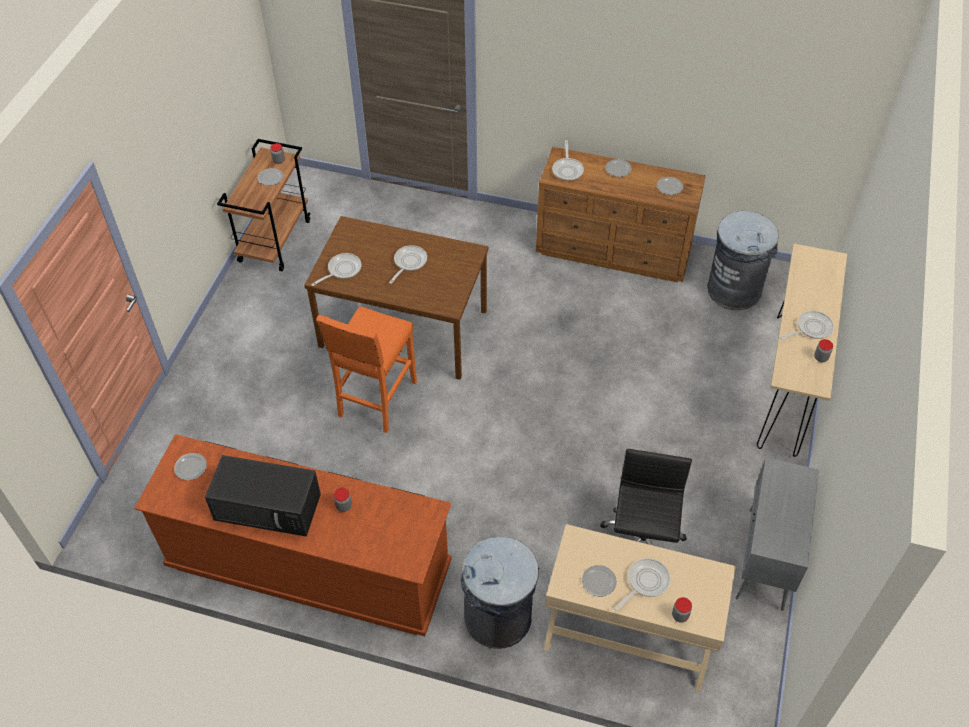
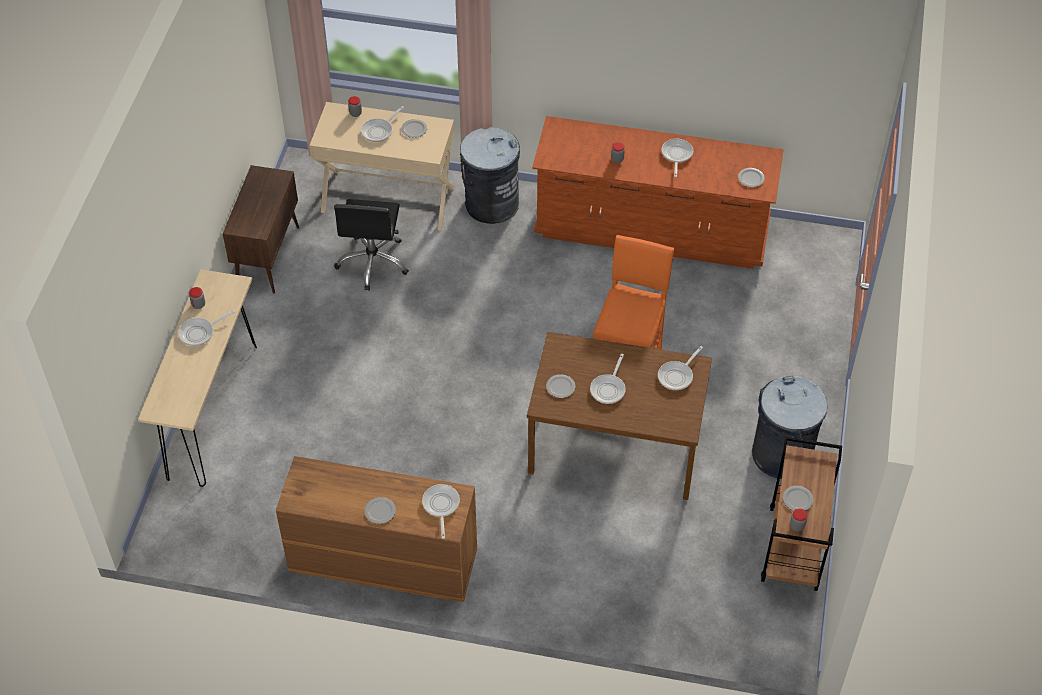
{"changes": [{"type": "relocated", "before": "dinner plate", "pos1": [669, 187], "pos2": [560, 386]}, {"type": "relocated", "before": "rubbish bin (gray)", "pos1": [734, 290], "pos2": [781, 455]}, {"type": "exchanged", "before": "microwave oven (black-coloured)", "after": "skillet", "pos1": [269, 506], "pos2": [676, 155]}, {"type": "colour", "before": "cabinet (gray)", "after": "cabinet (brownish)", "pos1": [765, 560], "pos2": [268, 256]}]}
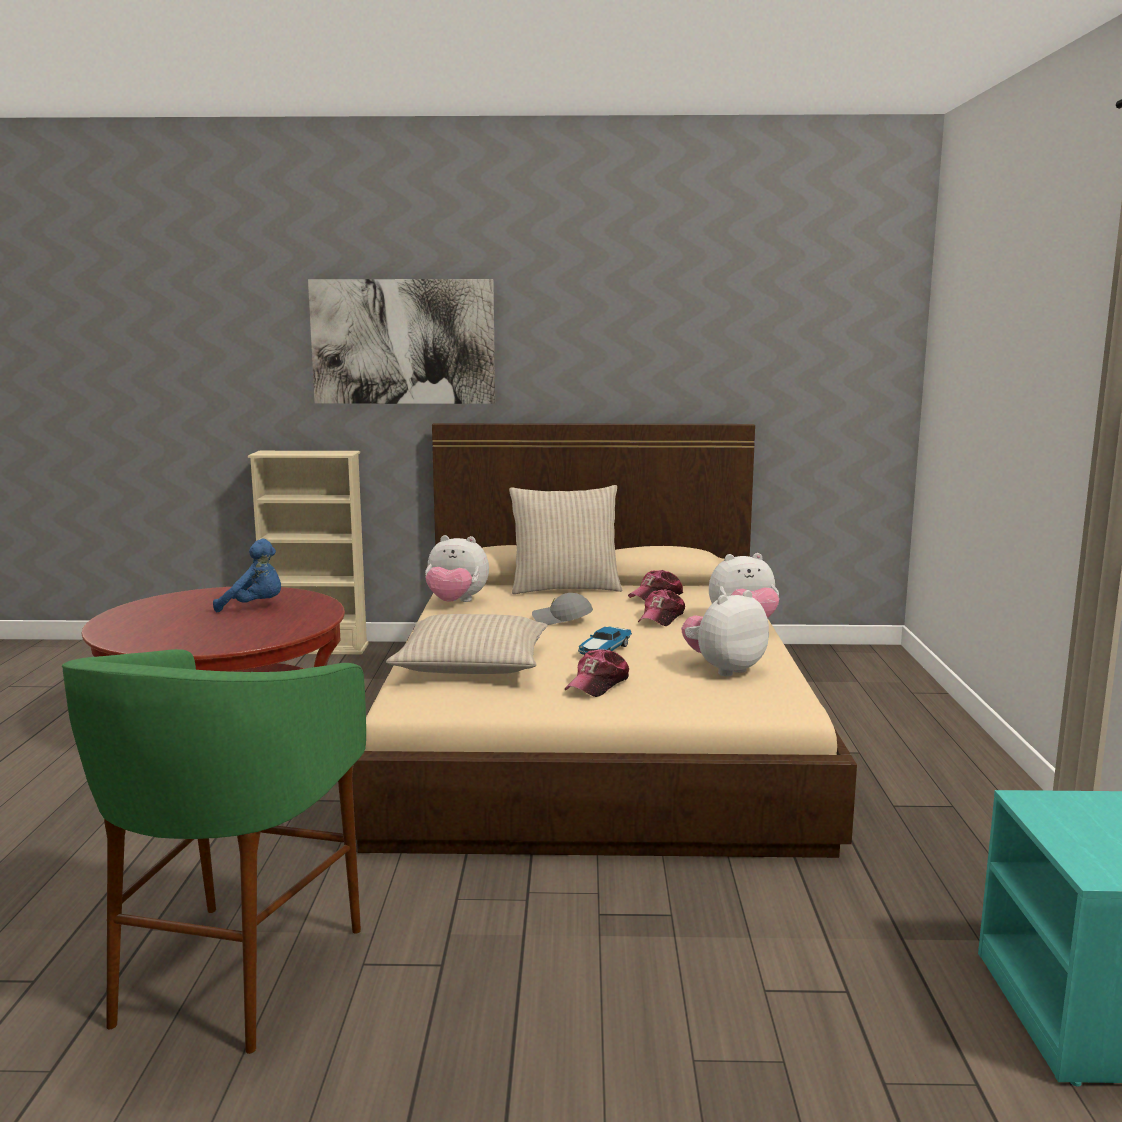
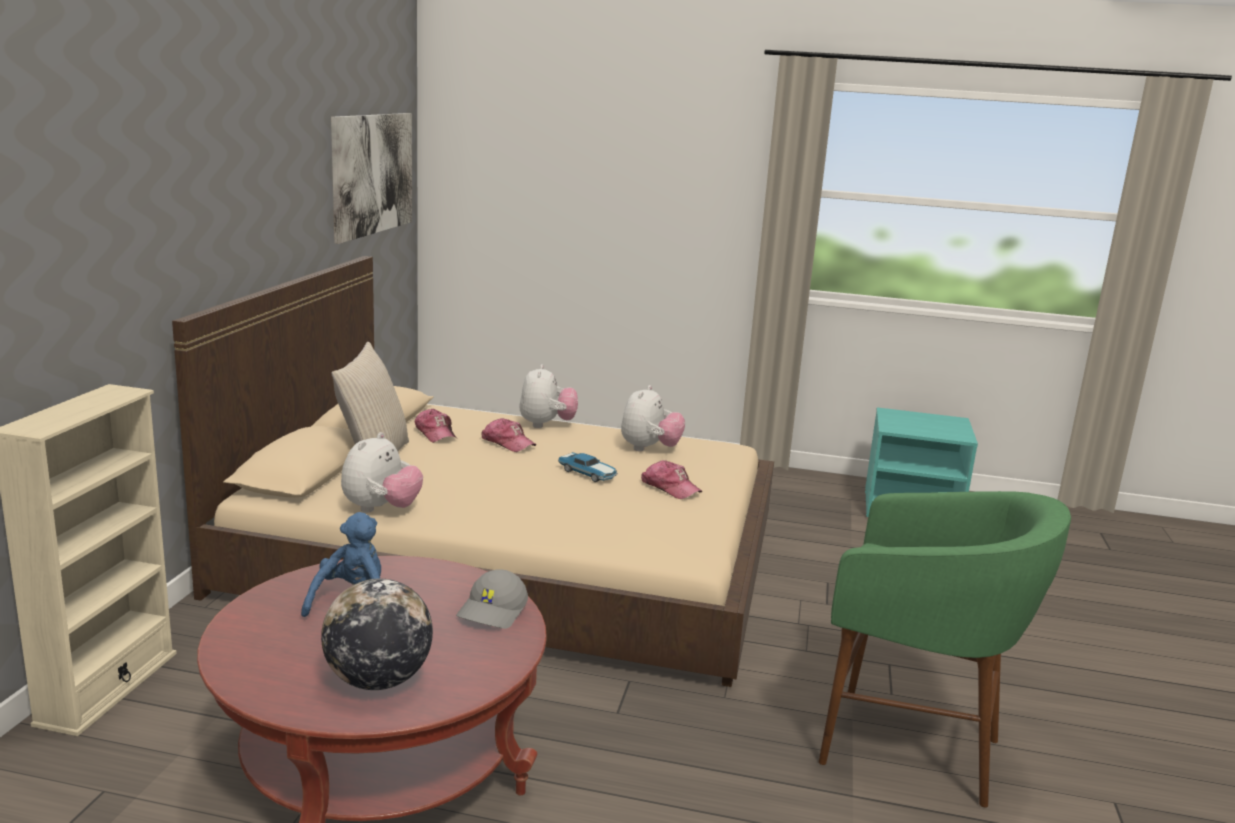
{"changes": [{"type": "missing", "before": "cushion (sand-coloured)", "pos1": [471, 664]}, {"type": "appeared", "after": "desk globe", "pos2": [378, 681]}, {"type": "relocated", "before": "wall art", "pos1": [403, 342], "pos2": [373, 174]}, {"type": "relocated", "before": "cap (gray)", "pos1": [561, 620], "pos2": [493, 611]}, {"type": "spun", "before": "cuddly toy", "pos1": [724, 669], "pos2": [649, 449], "turn": -135}]}
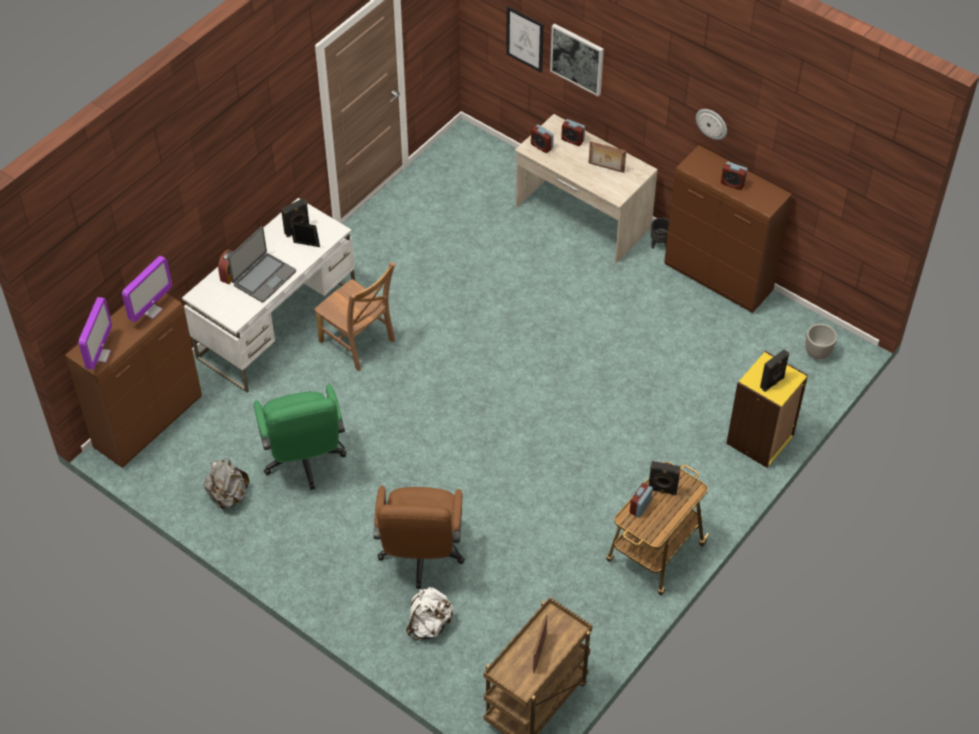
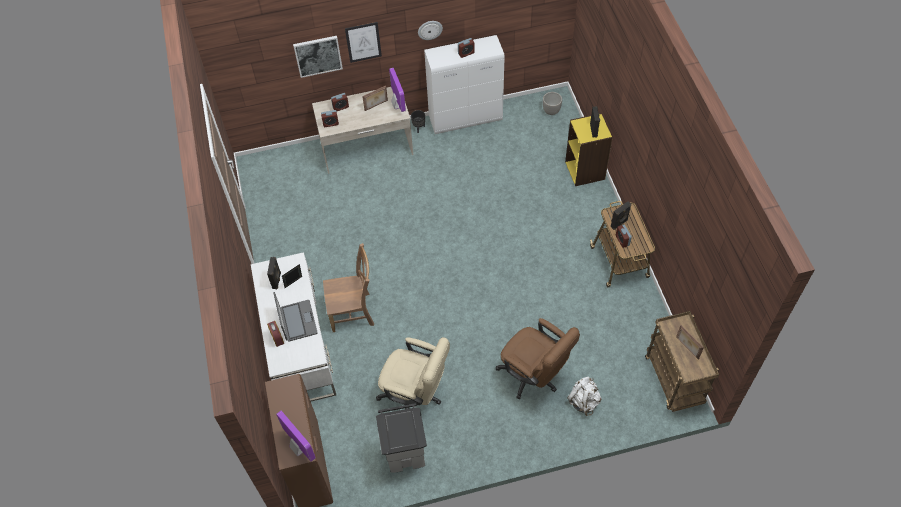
{"changes": [{"type": "relocated", "before": "computer display", "pos1": [151, 310], "pos2": [398, 105]}, {"type": "relocated", "before": "wall art", "pos1": [525, 39], "pos2": [363, 42]}, {"type": "exchanged", "before": "backpack (gray)", "after": "rubbish bin (gray)", "pos1": [228, 496], "pos2": [406, 453]}, {"type": "colour", "before": "computer chair (greenish)", "after": "computer chair (sand-coloured)", "pos1": [304, 461], "pos2": [415, 395]}, {"type": "colour", "before": "cabinet (brownish)", "after": "cabinet (white-coloured)", "pos1": [719, 279], "pos2": [466, 118]}]}
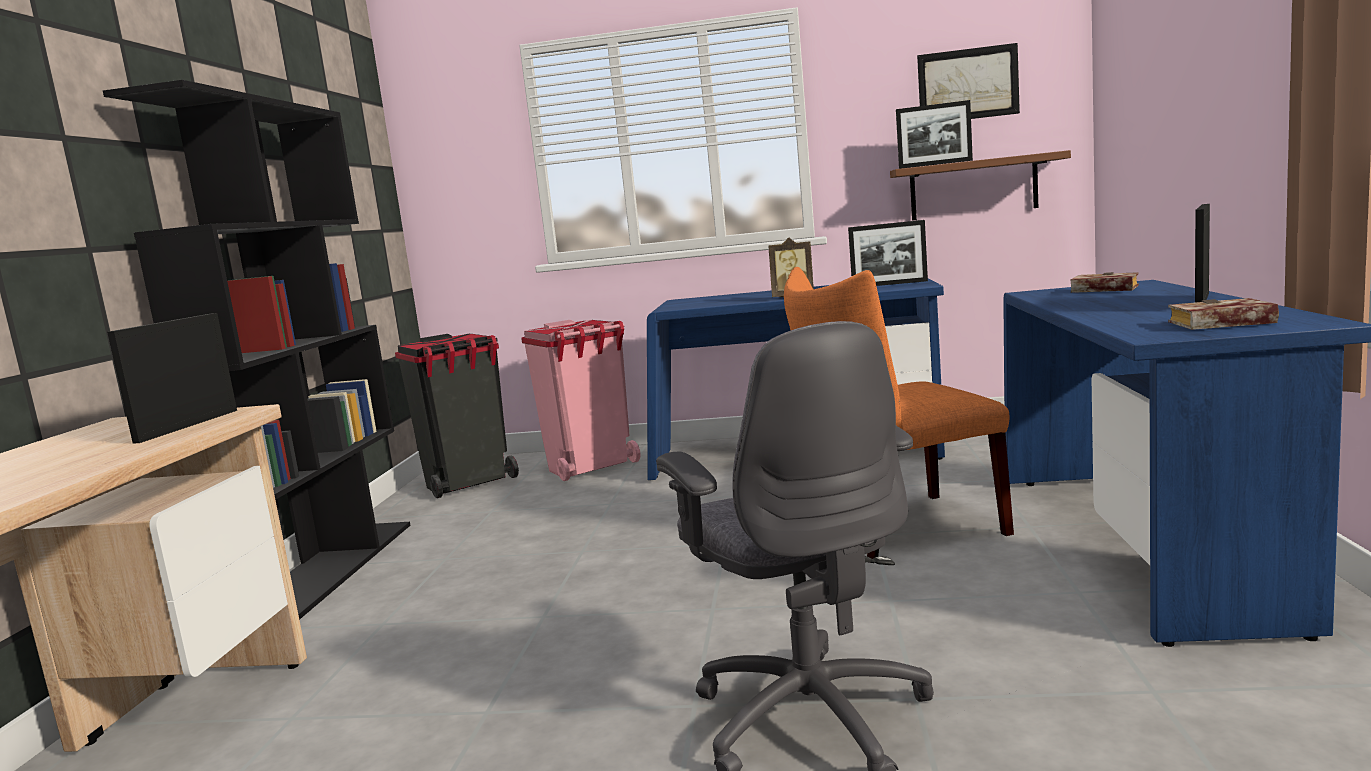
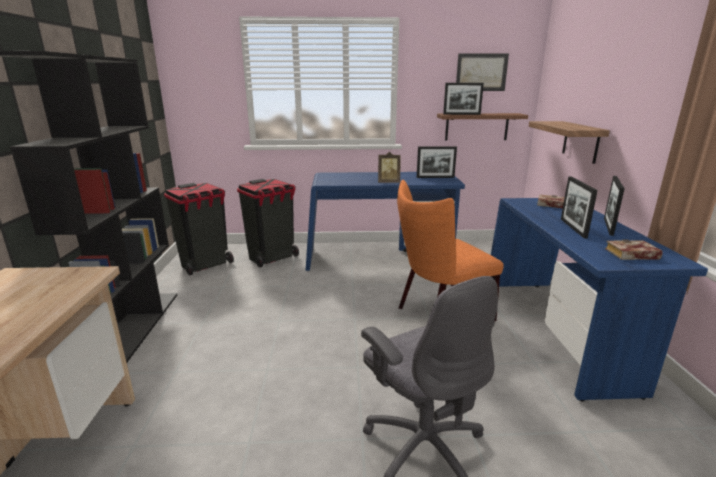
{"changes": [{"type": "appeared", "after": "bracket shelf", "pos2": [581, 141]}, {"type": "relocated", "before": "standing frame", "pos1": [188, 426], "pos2": [573, 228]}, {"type": "colour", "before": "rubbish bin (pink-coloured)", "after": "rubbish bin (black-coloured)", "pos1": [591, 467], "pos2": [272, 258]}]}
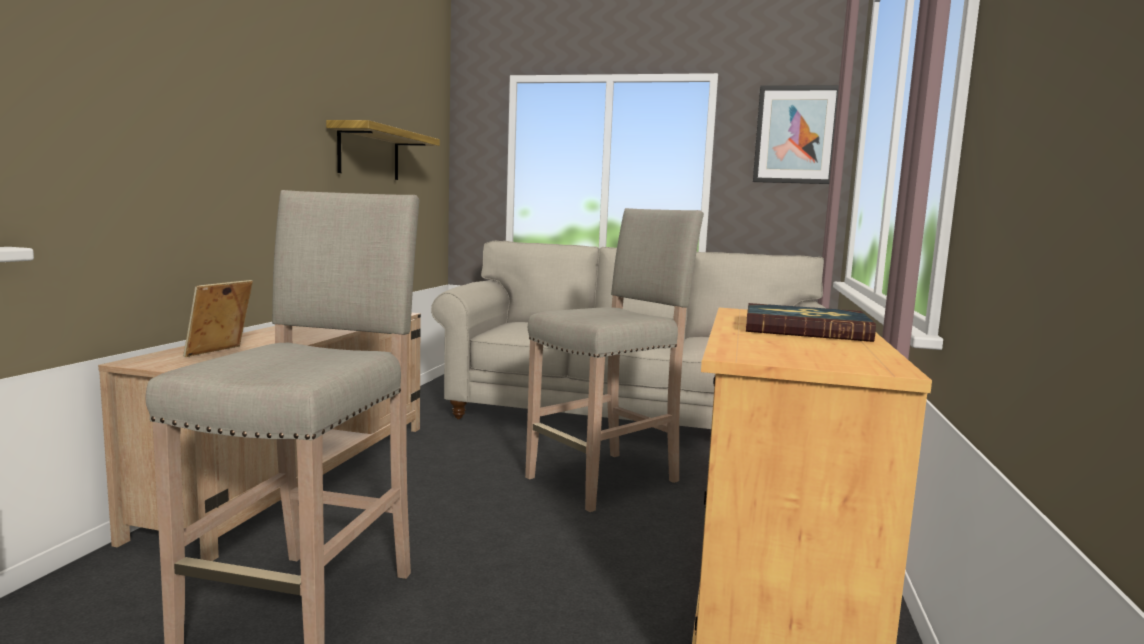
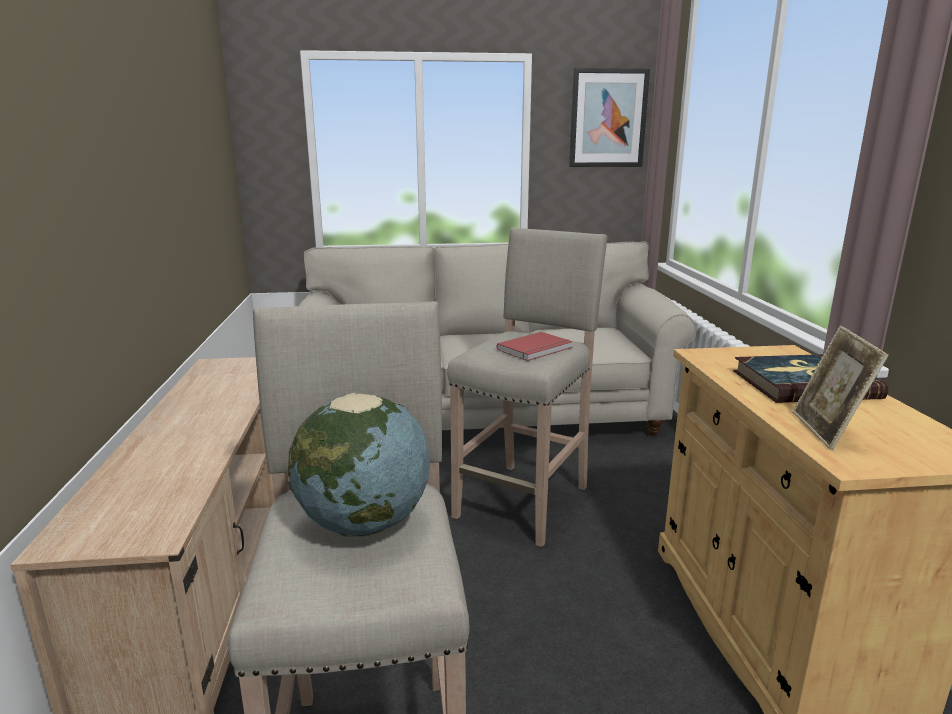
{"changes": [{"type": "missing", "before": "bracket shelf", "pos1": [369, 153]}, {"type": "appeared", "after": "desk globe", "pos2": [364, 524]}, {"type": "appeared", "after": "volume (red-coloured)", "pos2": [536, 349]}, {"type": "relocated", "before": "standing frame", "pos1": [220, 353], "pos2": [827, 431]}]}
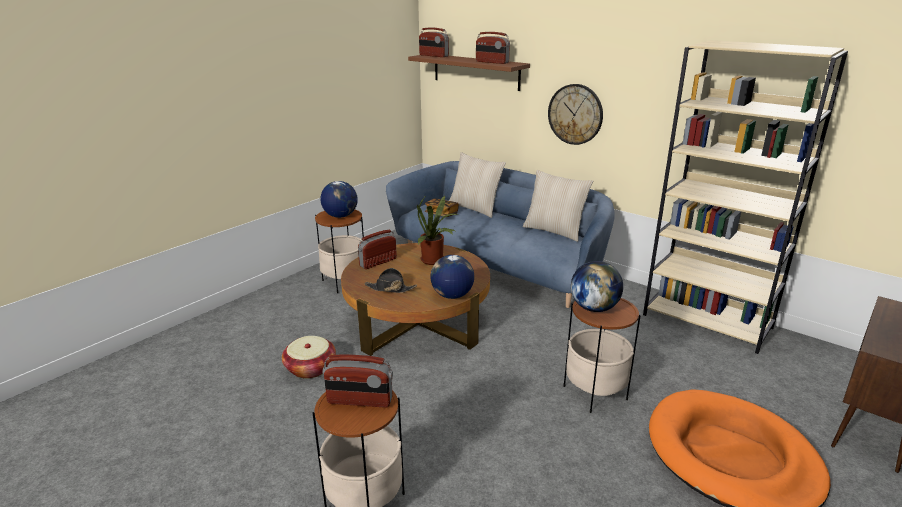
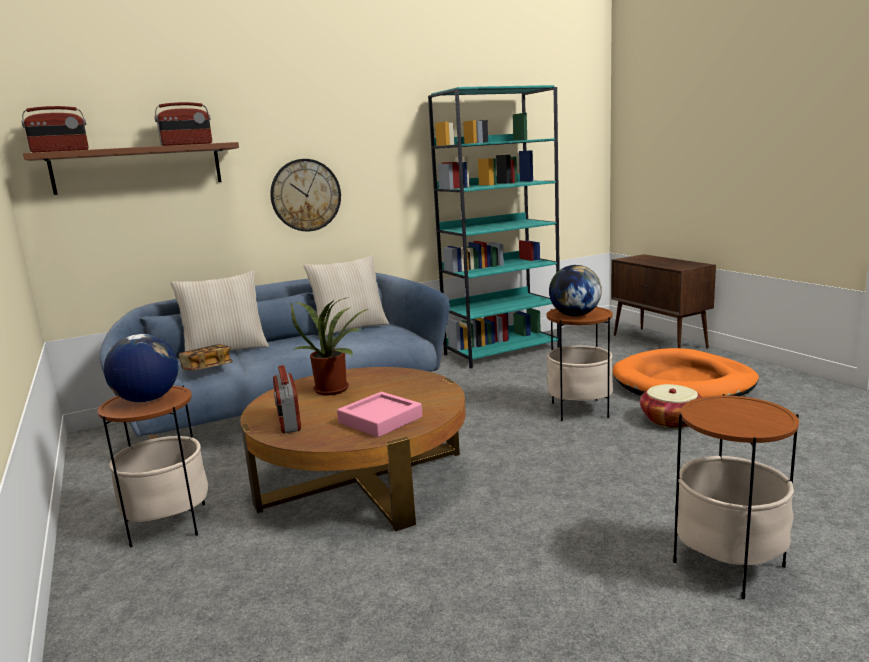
{"changes": [{"type": "missing", "before": "radio receiver", "pos1": [360, 401]}, {"type": "missing", "before": "desk globe", "pos1": [452, 295]}, {"type": "relocated", "before": "basket", "pos1": [310, 368], "pos2": [671, 420]}, {"type": "exchanged", "before": "clothing hat (black-coloured)", "after": "tray (pink-coloured)", "pos1": [390, 288], "pos2": [380, 420]}, {"type": "colour", "before": "shelving unit (sand-coloured)", "after": "shelving unit (turquoise)", "pos1": [707, 321], "pos2": [502, 351]}]}
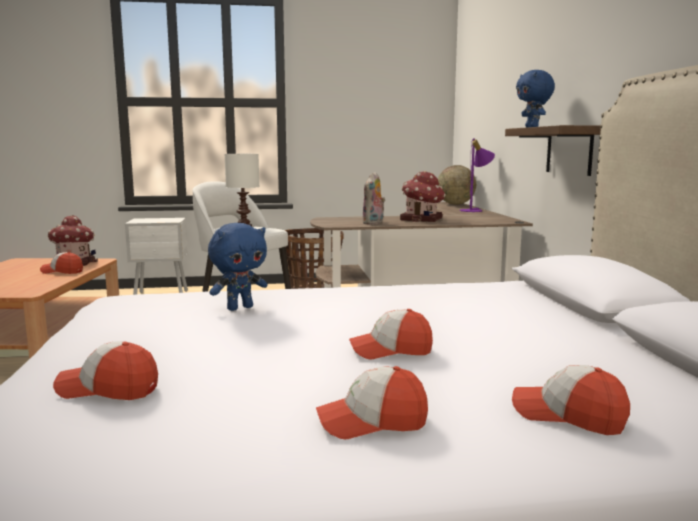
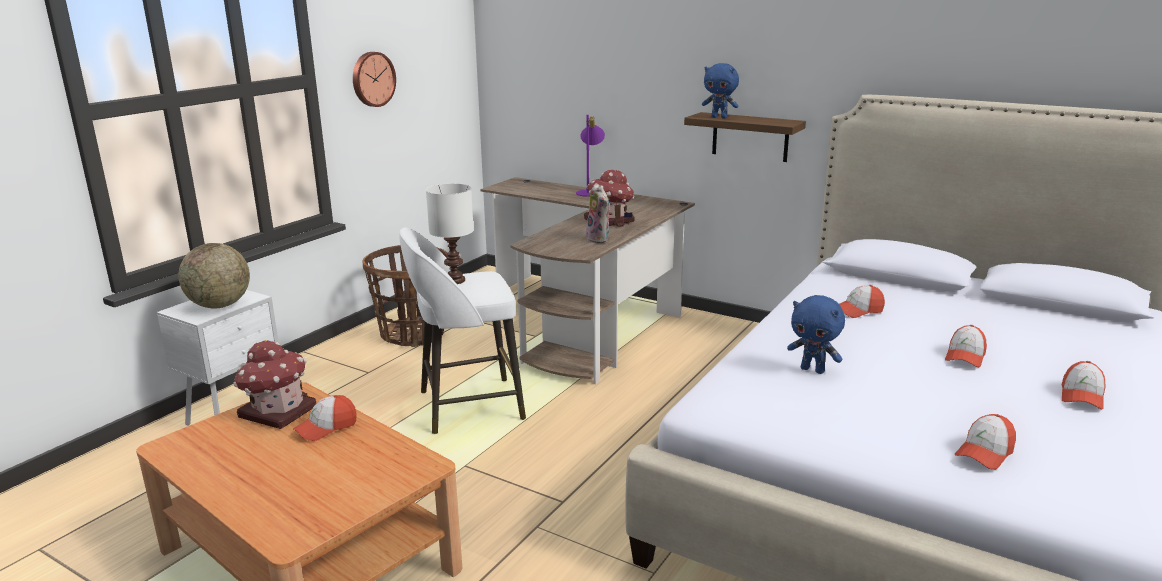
{"changes": [{"type": "appeared", "after": "hanging clock", "pos2": [372, 79]}, {"type": "relocated", "before": "desk globe", "pos1": [455, 204], "pos2": [220, 305]}, {"type": "relocated", "before": "cap", "pos1": [568, 416], "pos2": [858, 311]}, {"type": "spun", "before": "cuddly toy (blue-coloured)", "pos1": [240, 308], "pos2": [813, 370], "turn": 120}]}
